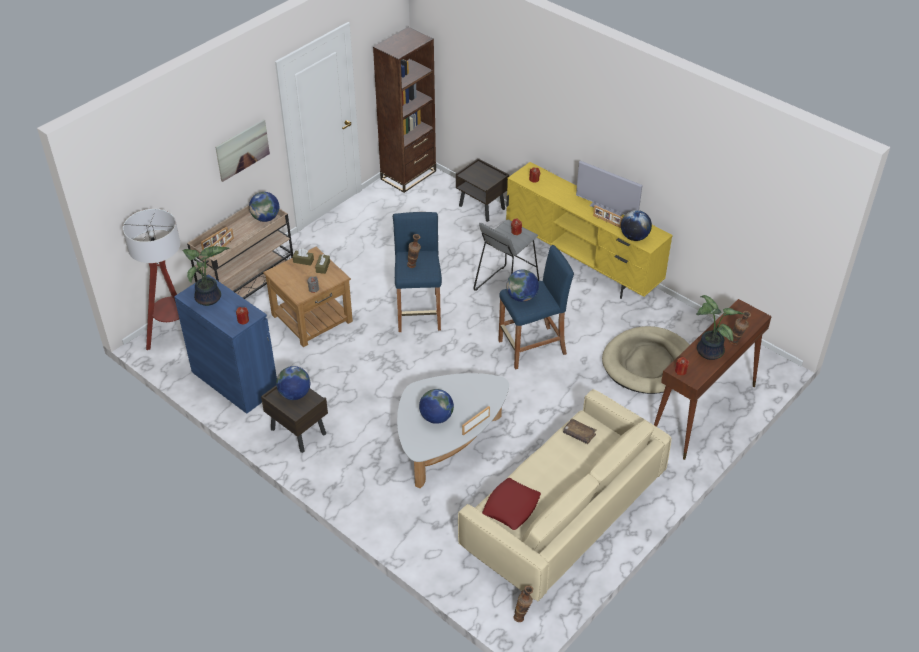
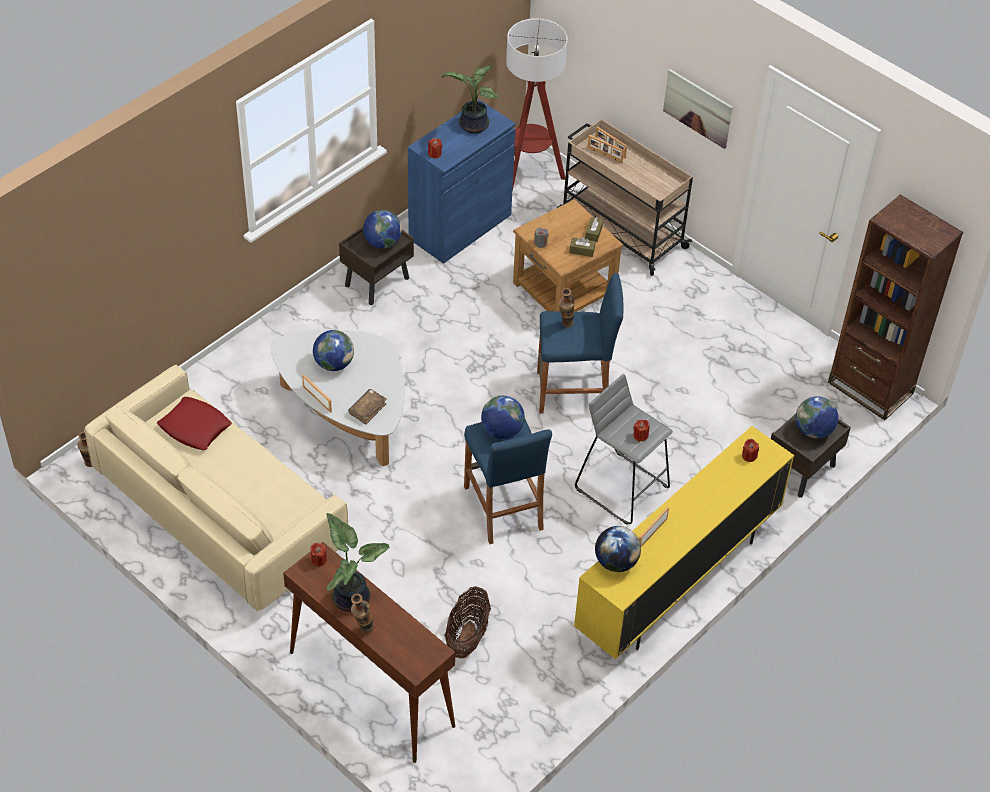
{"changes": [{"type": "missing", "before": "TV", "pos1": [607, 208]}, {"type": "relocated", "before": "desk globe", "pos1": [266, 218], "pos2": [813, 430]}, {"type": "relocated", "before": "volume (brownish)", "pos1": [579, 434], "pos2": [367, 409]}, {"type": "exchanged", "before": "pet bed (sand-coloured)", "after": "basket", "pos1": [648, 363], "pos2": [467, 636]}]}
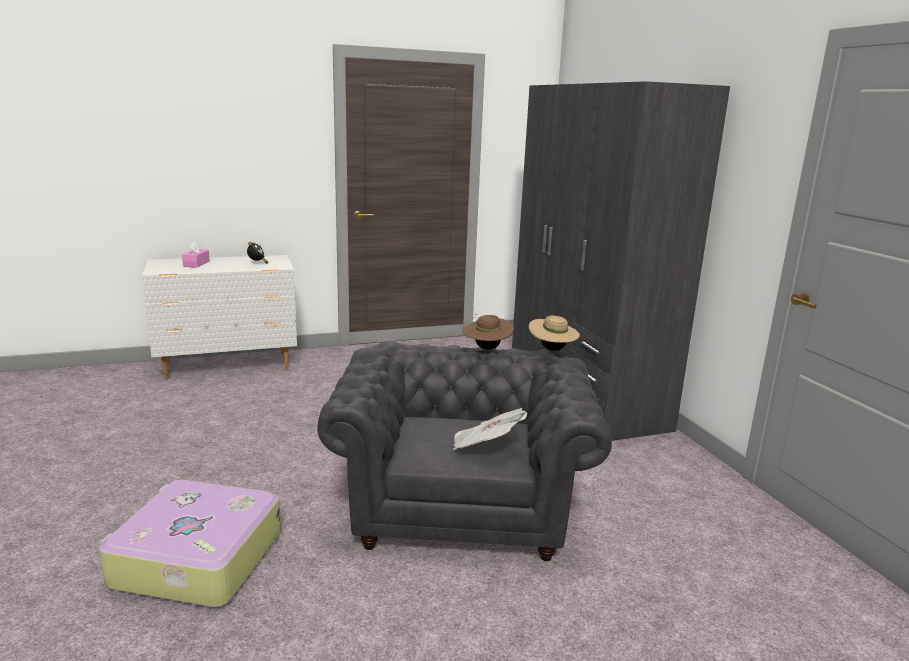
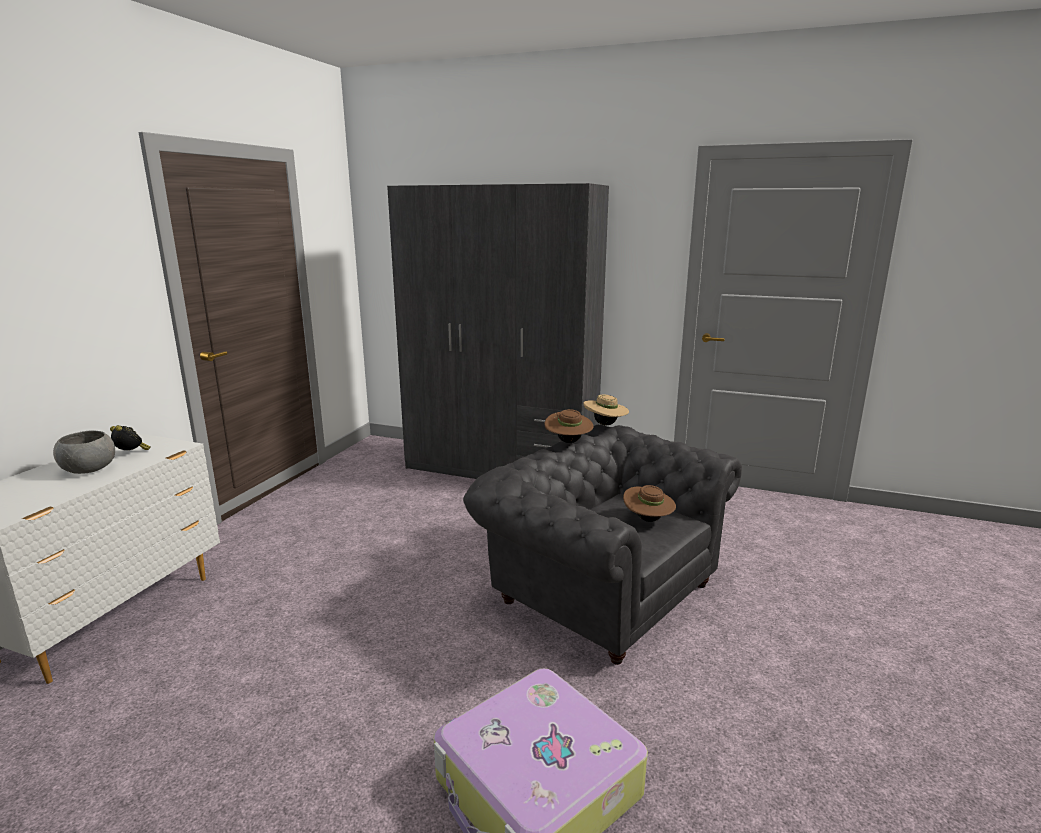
{"changes": [{"type": "missing", "before": "tissue box (pink-coloured)", "pos1": [196, 264]}, {"type": "appeared", "after": "deep dish (gray)", "pos2": [89, 469]}, {"type": "exchanged", "before": "newspaper", "after": "clothing hat (brownish)", "pos1": [485, 446], "pos2": [648, 520]}]}
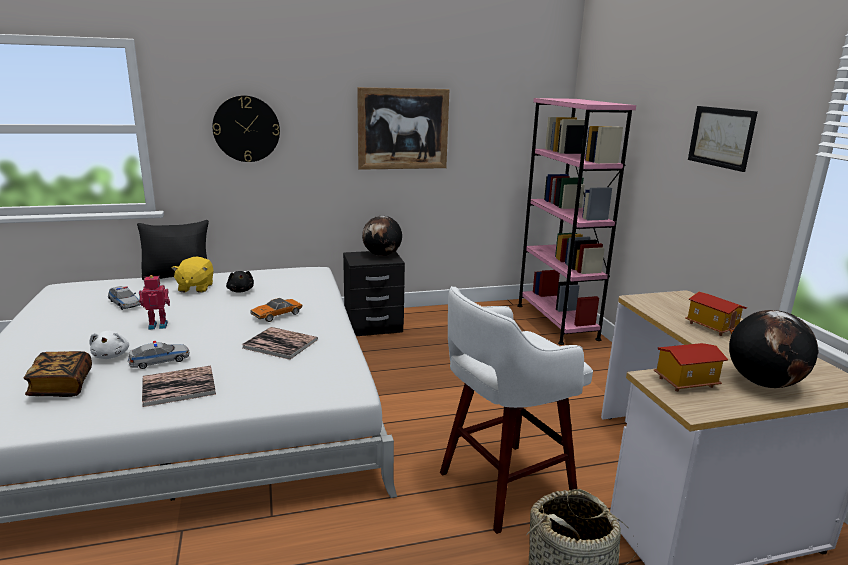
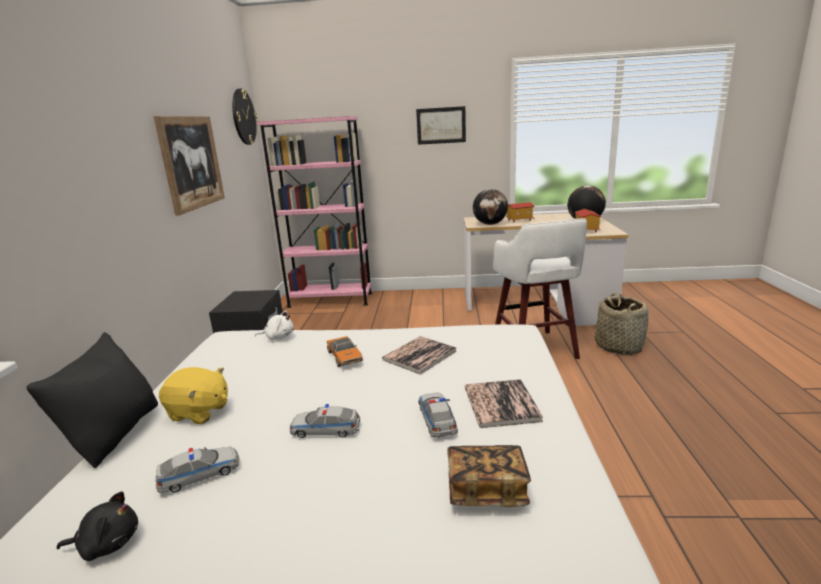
{"changes": [{"type": "relocated", "before": "cuddly toy (white-coloured)", "pos1": [111, 355], "pos2": [278, 337]}, {"type": "relocated", "before": "hanging clock", "pos1": [246, 129], "pos2": [243, 117]}, {"type": "relocated", "before": "cuddly toy (black-coloured)", "pos1": [240, 290], "pos2": [107, 544]}, {"type": "relocated", "before": "desk globe", "pos1": [382, 255], "pos2": [490, 224]}, {"type": "exchanged", "before": "toy robot", "after": "miniature car", "pos1": [158, 325], "pos2": [326, 430]}]}
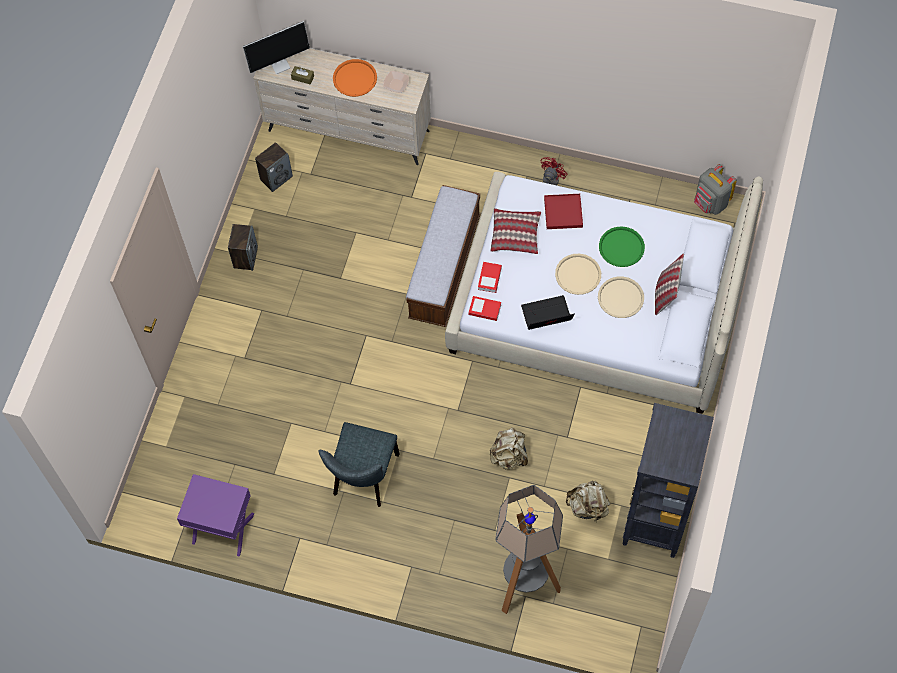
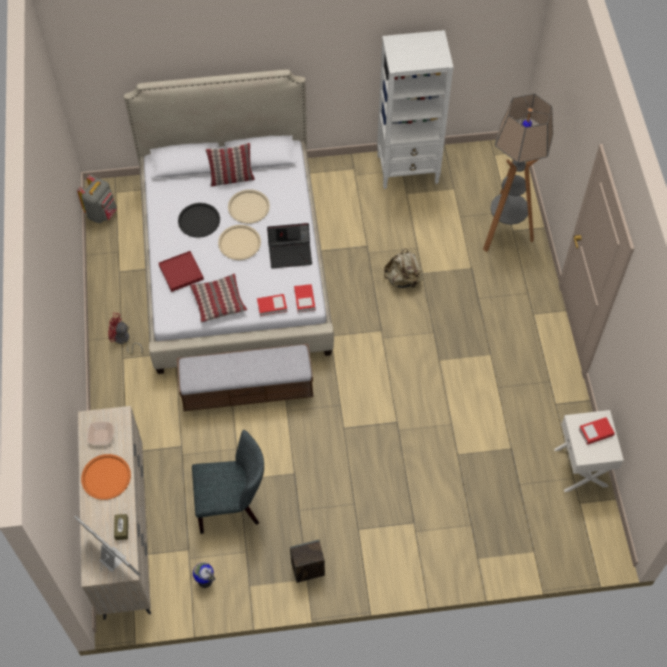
{"changes": [{"type": "missing", "before": "backpack (sand-coloured)", "pos1": [588, 507]}, {"type": "appeared", "after": "volume", "pos2": [596, 432]}, {"type": "relocated", "before": "upright chair (gray)", "pos1": [363, 478], "pos2": [232, 504]}, {"type": "exchanged", "before": "loudspeaker", "after": "desk globe", "pos1": [276, 178], "pos2": [205, 580]}, {"type": "colour", "before": "nightstand (purple-coloured)", "after": "nightstand (white-coloured)", "pos1": [223, 529], "pos2": [581, 467]}, {"type": "colour", "before": "tray (greenish)", "after": "tray (black-coloured)", "pos1": [621, 247], "pos2": [199, 220]}, {"type": "colour", "before": "shelving unit (black-coloured)", "after": "shelving unit (white-coloured)", "pos1": [655, 521], "pos2": [408, 169]}, {"type": "spun", "before": "portable computer", "pos1": [546, 317], "pos2": [290, 253], "turn": -60}]}
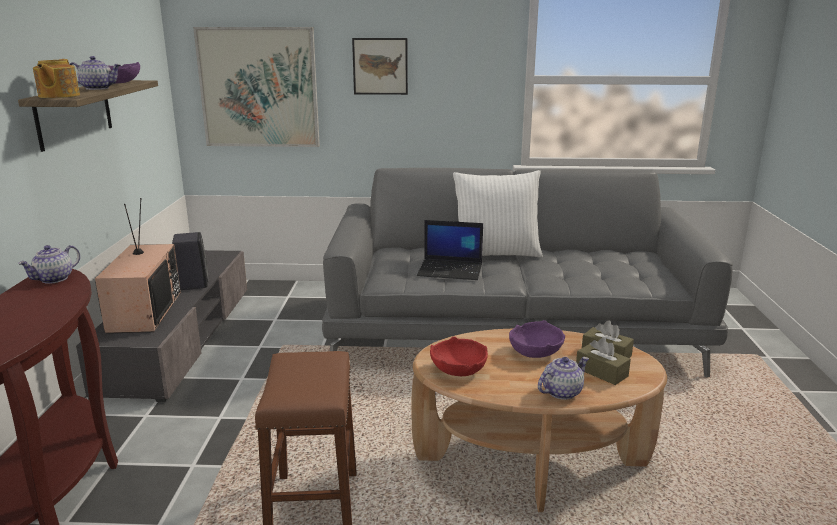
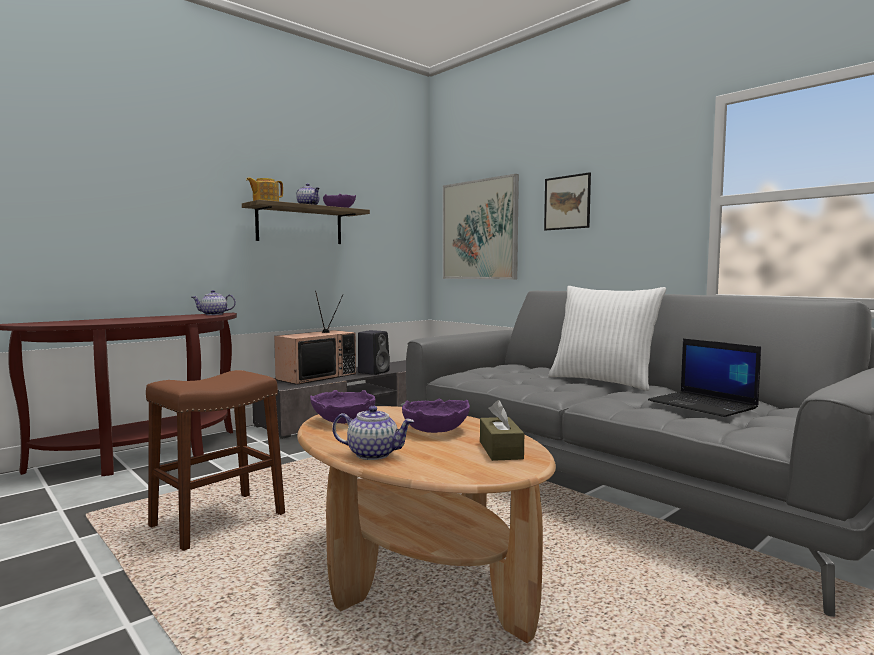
{"changes": [{"type": "missing", "before": "tissue box (brownish)", "pos1": [601, 372]}, {"type": "relocated", "before": "portable computer", "pos1": [451, 270], "pos2": [703, 405]}, {"type": "colour", "before": "deep dish (red-coloured)", "after": "deep dish (purple-coloured)", "pos1": [459, 370], "pos2": [344, 420]}]}
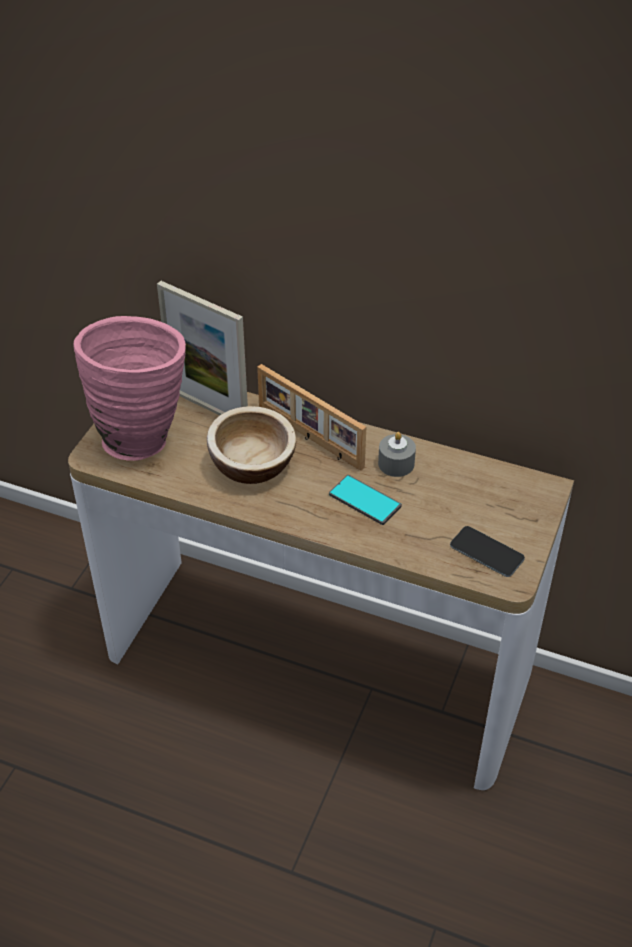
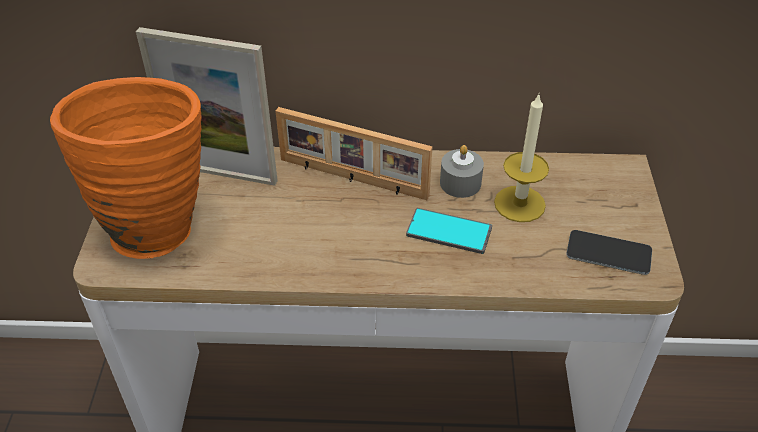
{"changes": [{"type": "missing", "before": "deep dish", "pos1": [252, 465]}, {"type": "appeared", "after": "wax candle", "pos2": [519, 204]}, {"type": "colour", "before": "vase (pink-coloured)", "after": "vase (orangey)", "pos1": [142, 435], "pos2": [156, 224]}]}
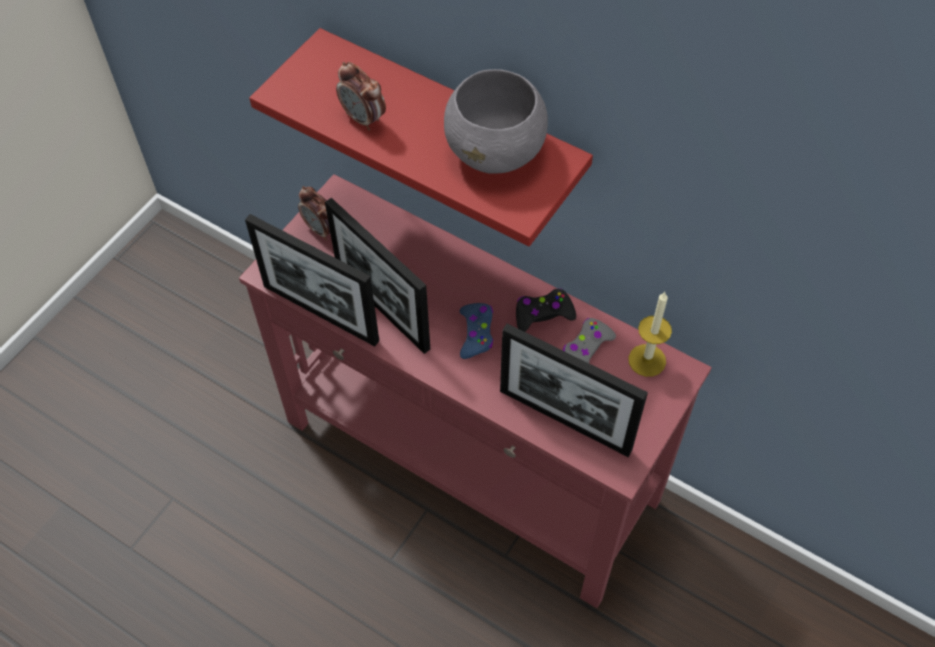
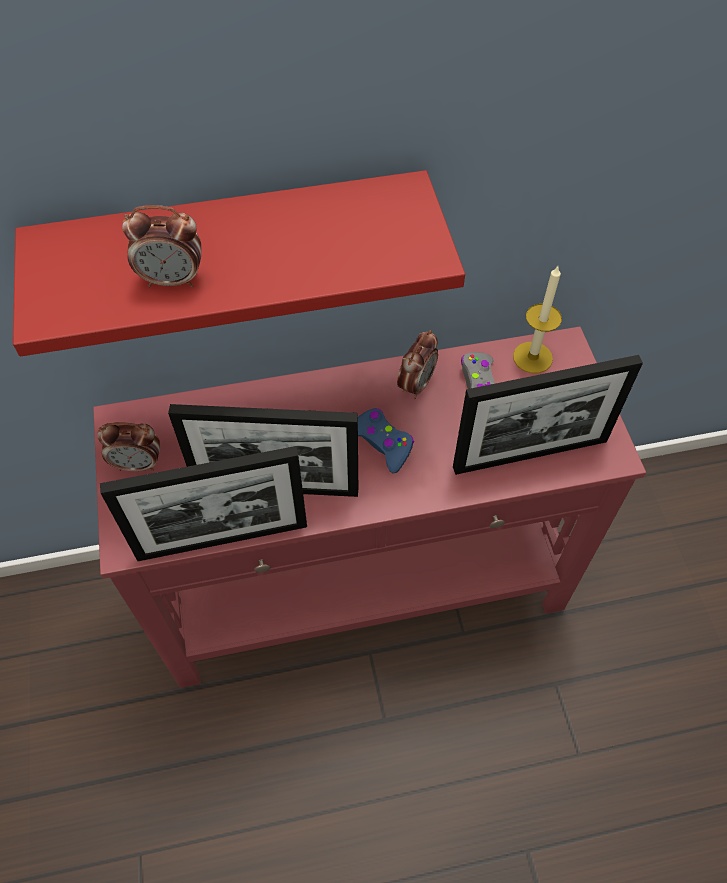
{"changes": [{"type": "missing", "before": "deep dish (gray)", "pos1": [496, 150]}, {"type": "exchanged", "before": "game controller (black-coloured)", "after": "bedside clock", "pos1": [543, 314], "pos2": [416, 384]}]}
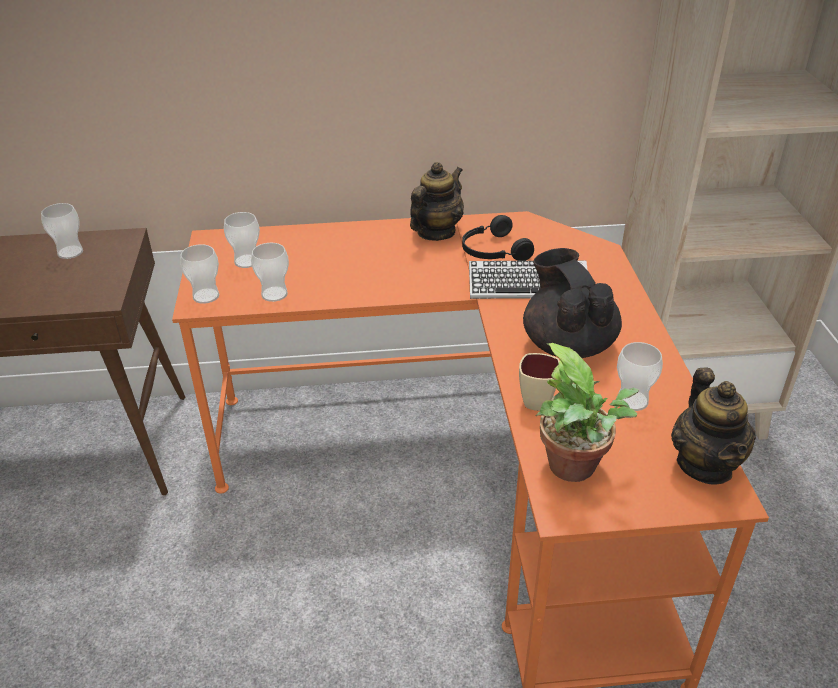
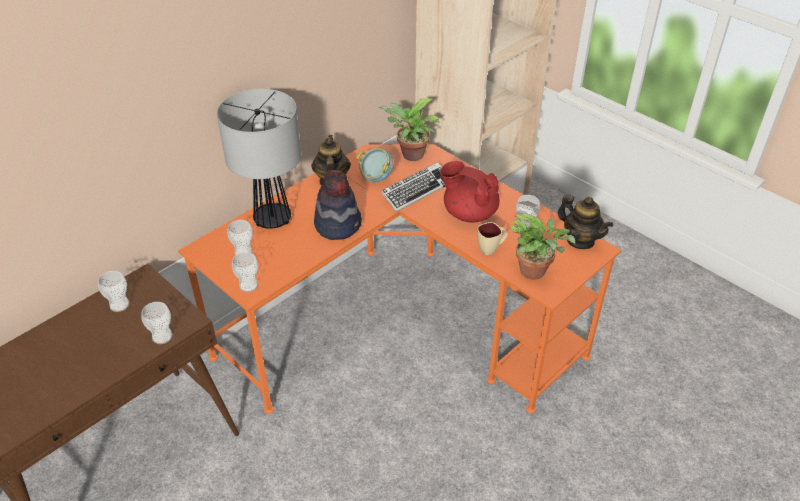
{"changes": [{"type": "appeared", "after": "tabletop lamp", "pos2": [272, 219]}, {"type": "appeared", "after": "clothing hat", "pos2": [338, 224]}, {"type": "appeared", "after": "plant in a pot", "pos2": [410, 155]}, {"type": "relocated", "before": "cup", "pos1": [274, 294], "pos2": [162, 336]}, {"type": "exchanged", "before": "pair of headphones (black-coloured)", "after": "deep dish", "pos1": [493, 251], "pos2": [376, 178]}, {"type": "colour", "before": "tea pot (black-coloured)", "after": "tea pot (red-coloured)", "pos1": [567, 344], "pos2": [469, 213]}]}
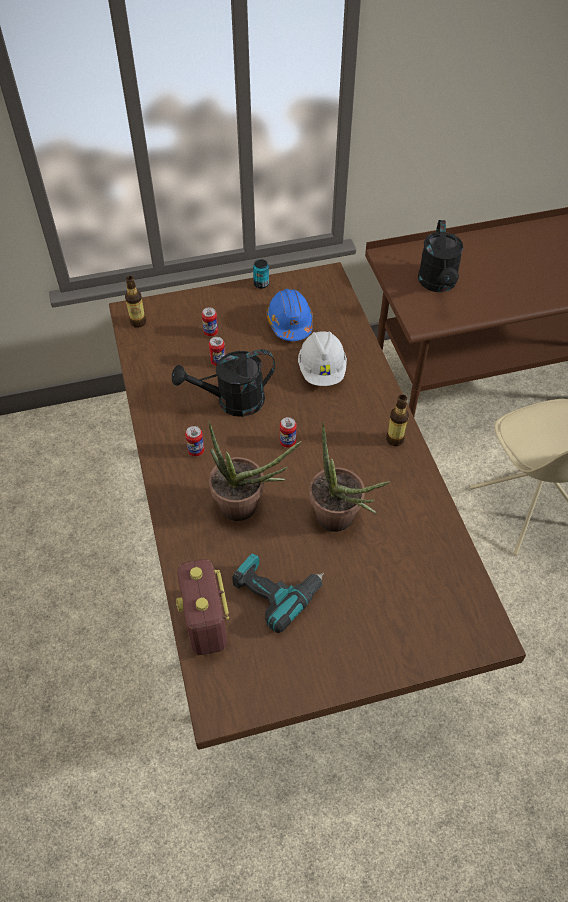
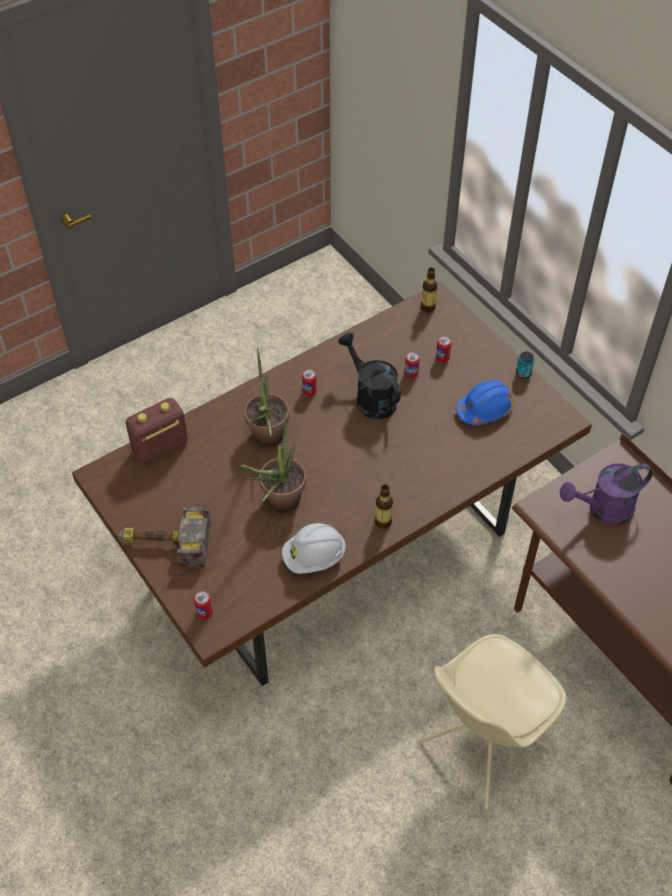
{"changes": [{"type": "missing", "before": "drill", "pos1": [276, 591]}, {"type": "appeared", "after": "hammer", "pos2": [163, 543]}, {"type": "relocated", "before": "metal can", "pos1": [287, 442], "pos2": [204, 612]}, {"type": "relocated", "before": "work helmet (white-coloured)", "pos1": [322, 370], "pos2": [314, 557]}, {"type": "colour", "before": "sprinkling can (black-coloured)", "after": "sprinkling can (purple-coloured)", "pos1": [438, 284], "pos2": [603, 510]}]}
